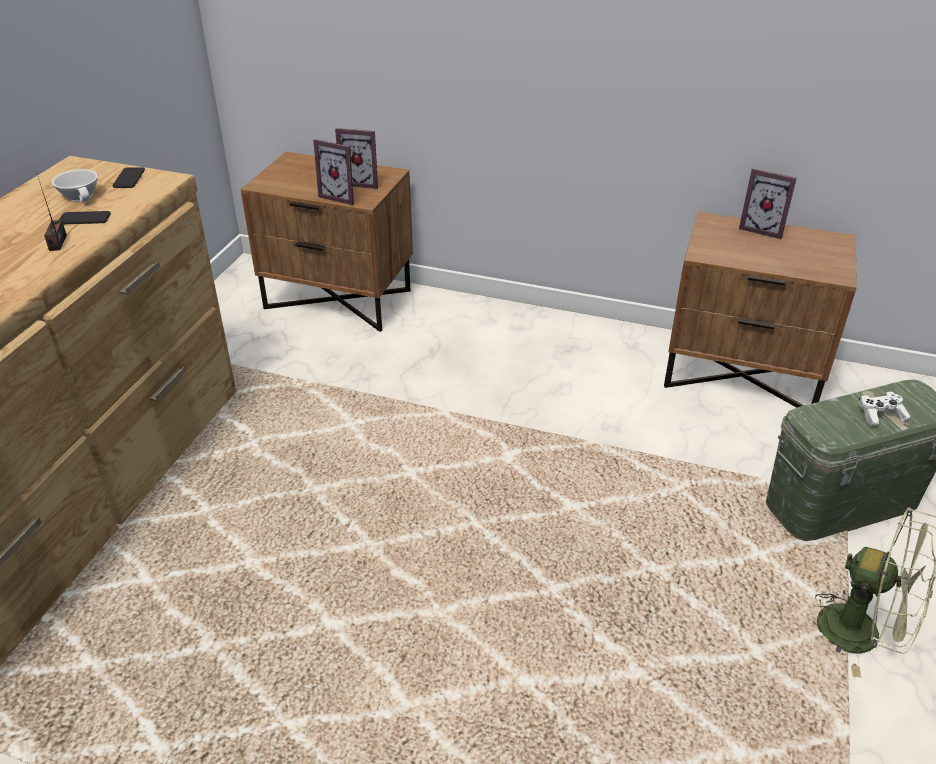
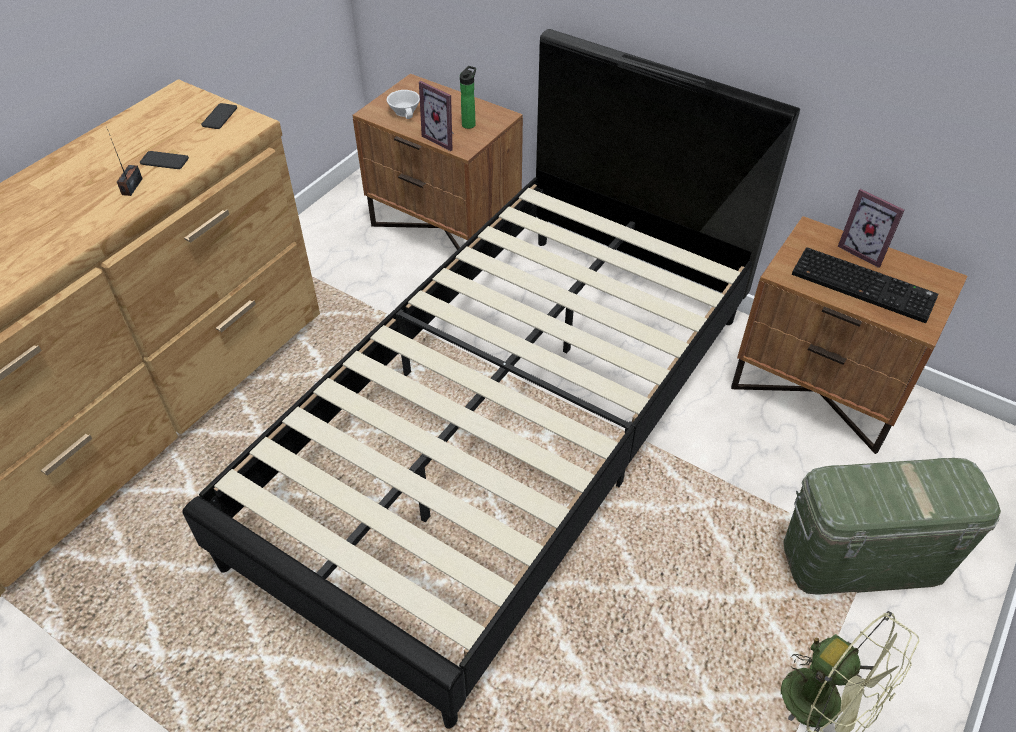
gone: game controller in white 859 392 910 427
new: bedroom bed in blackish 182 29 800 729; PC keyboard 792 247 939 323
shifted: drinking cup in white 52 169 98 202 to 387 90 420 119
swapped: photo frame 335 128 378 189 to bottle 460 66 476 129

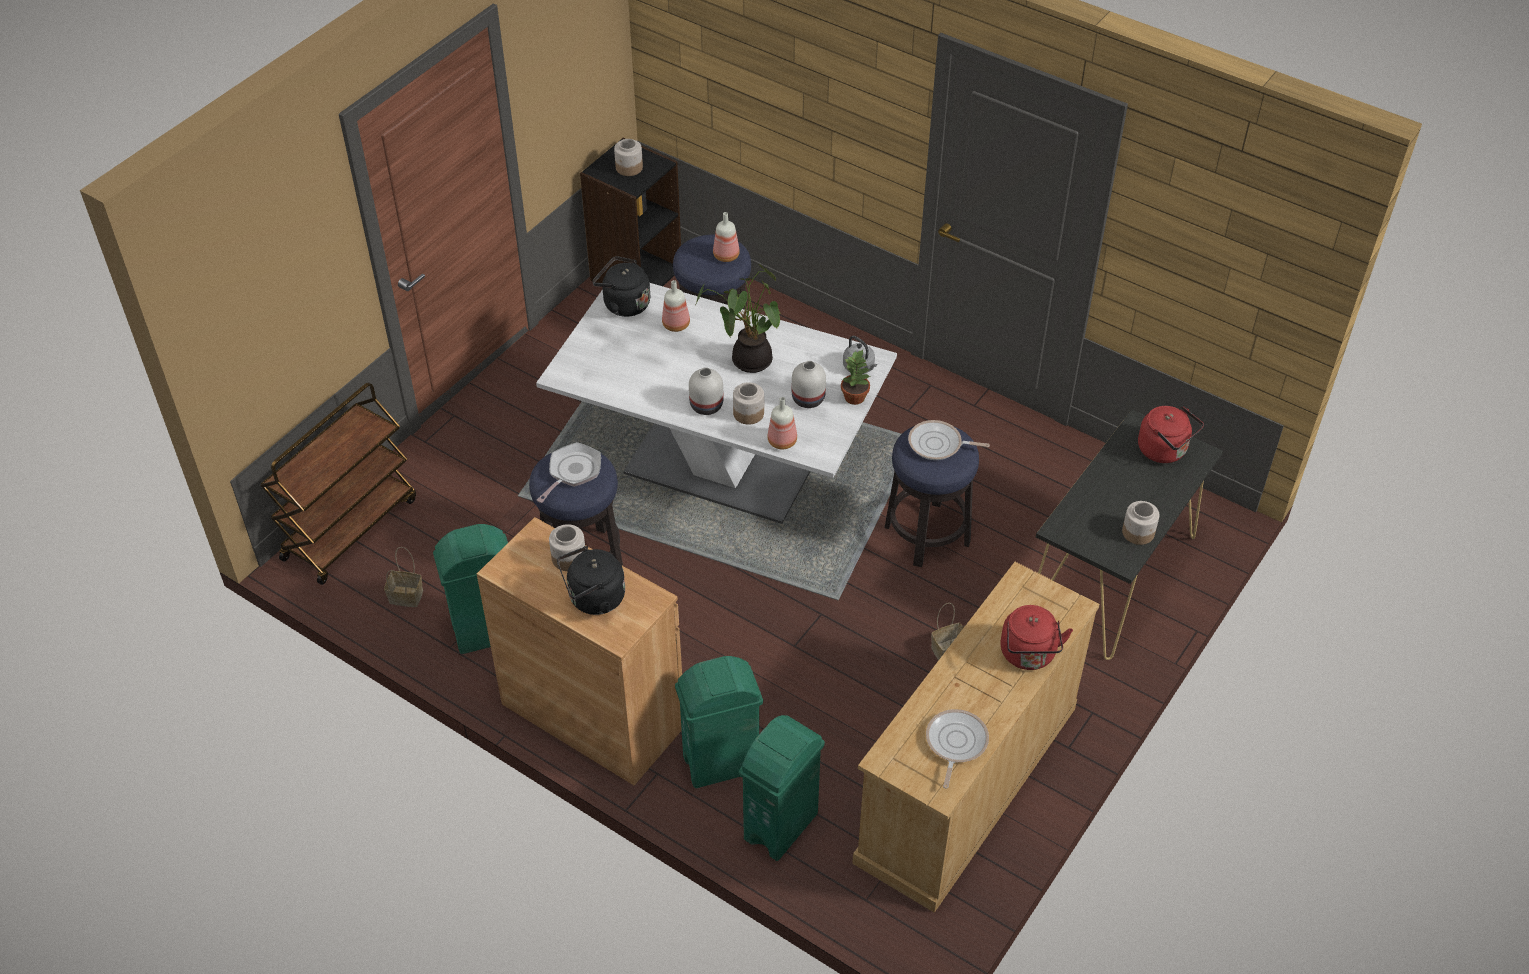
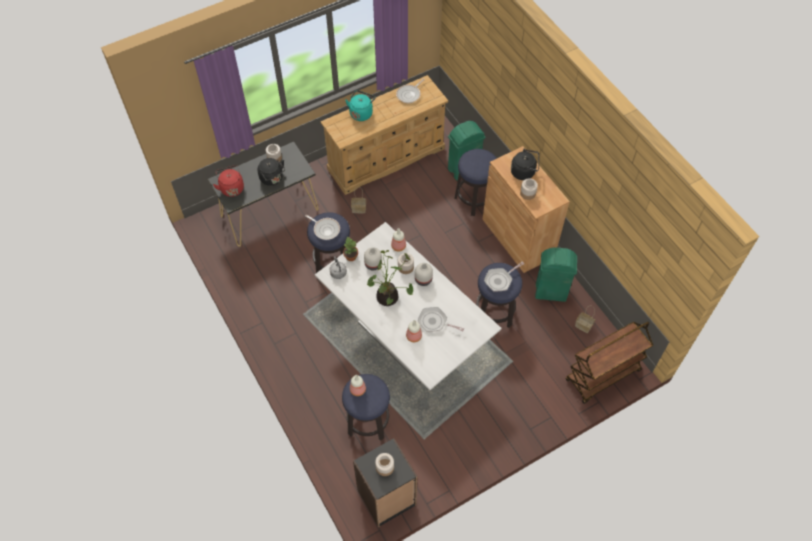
new: skillet 418 307 464 332
shifted: tea kettle in blackish 592 256 650 317 to 258 158 285 186
swapped: waste bin in greenish 675 656 763 788 to stool 454 149 497 216
repainted: tea kettle in reddish 1000 605 1073 670 to tea kettle in blue-green 345 90 376 121

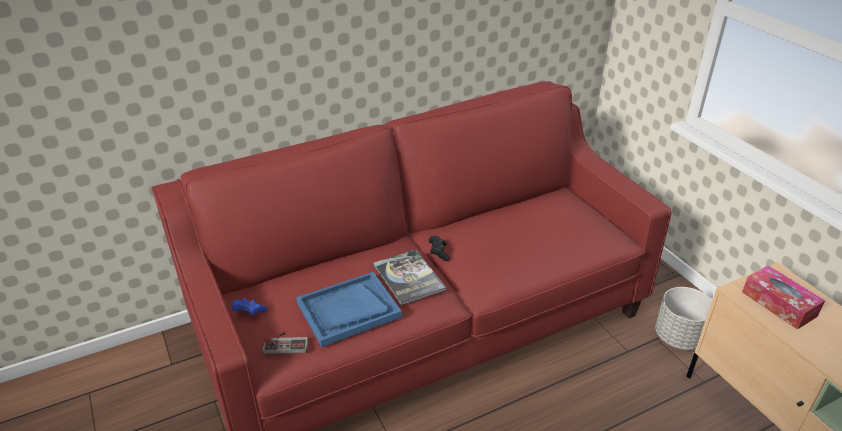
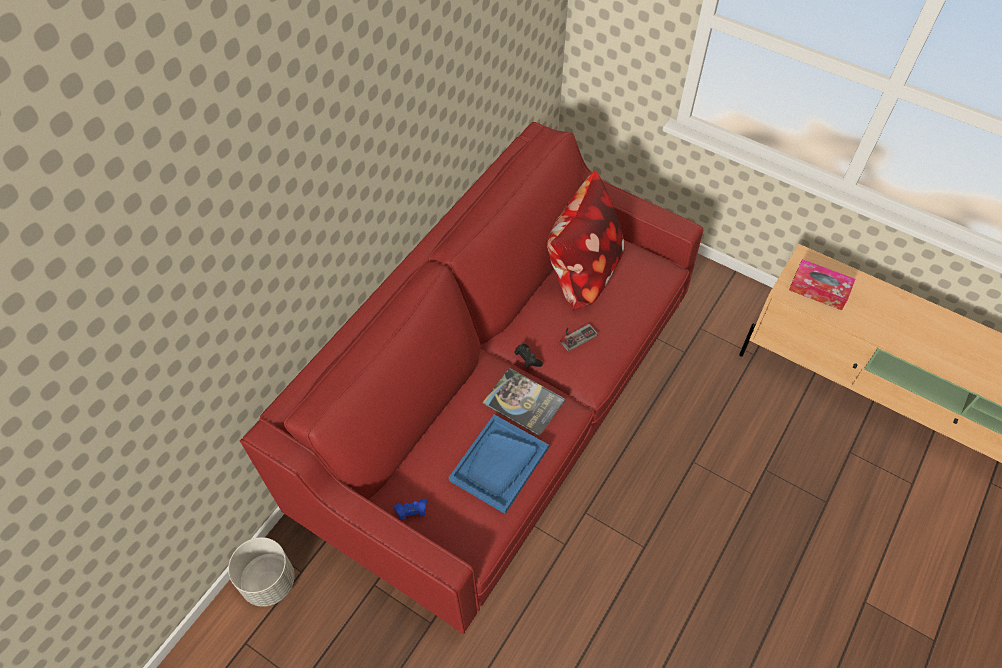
new: throw pillow 547 170 625 311
shifted: planter in grey 655 287 712 350 to 228 537 295 607; game controller 263 332 308 354 to 560 324 598 351

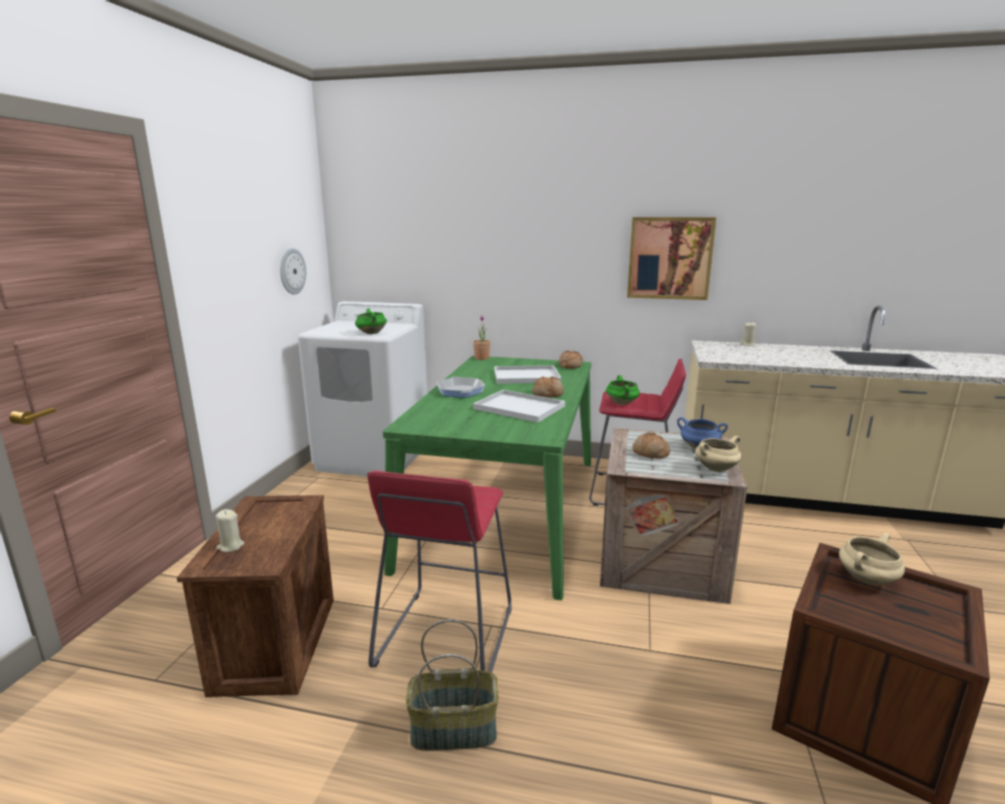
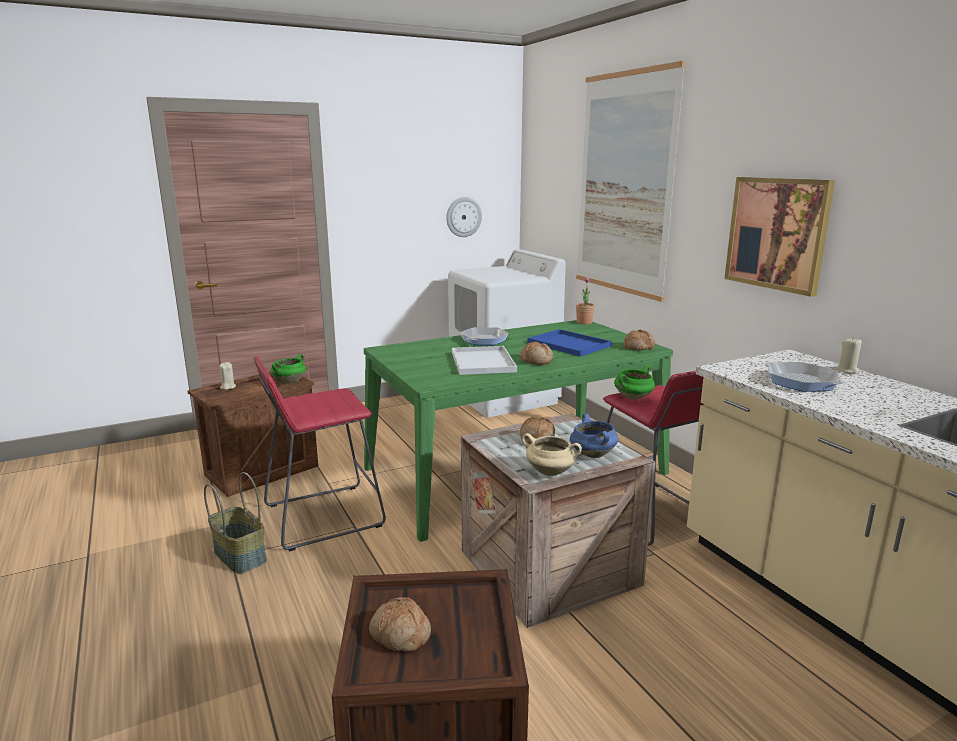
gone: cooking pot in beige 839 533 905 585
new: picture 576 61 686 302; skillet 765 362 844 392; bread 369 597 431 652
shifted: cooking pot in greenish 355 308 387 334 to 271 354 306 384
repainted: serving tray in white 494 365 561 384 to serving tray in blue-coloured 528 329 612 357

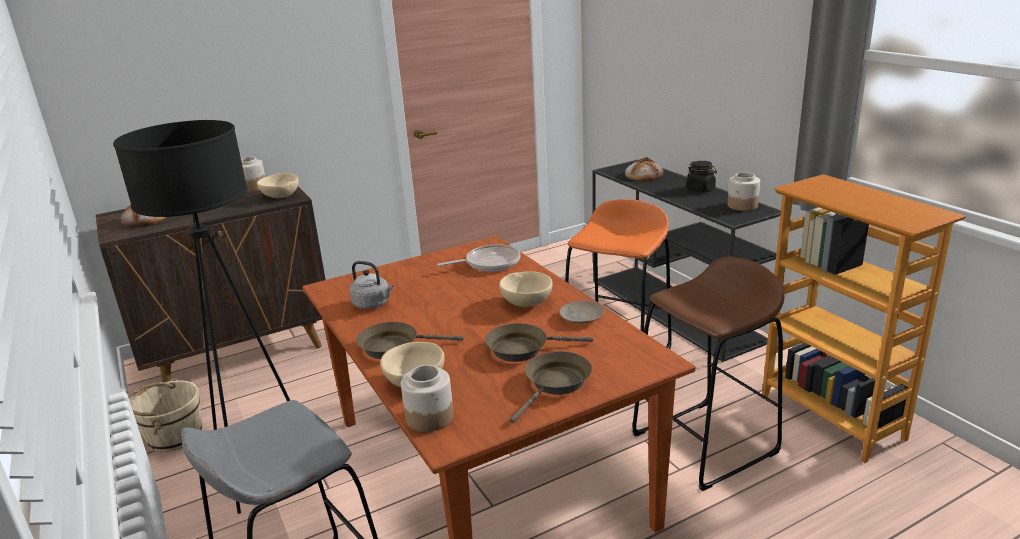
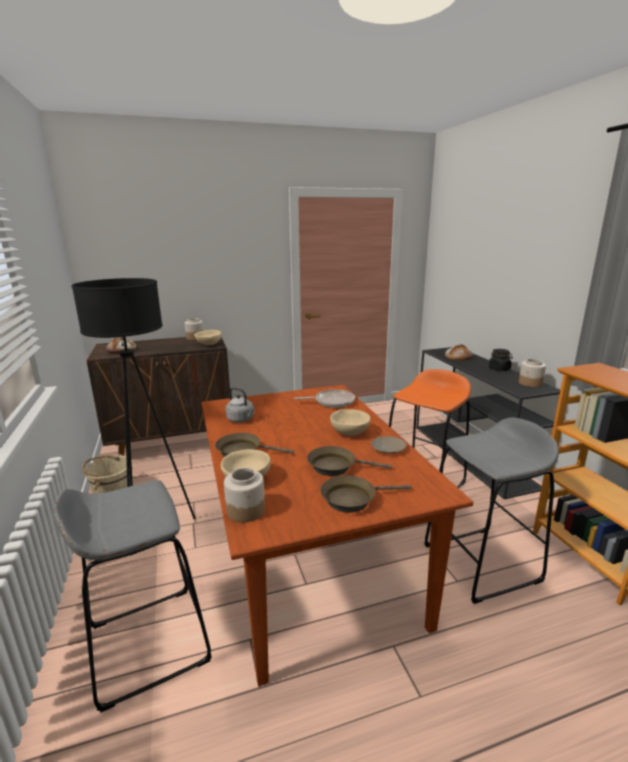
repainted: stool in brown-coloured 632 257 785 491 to stool in grey 424 417 559 604
rotated: skillet in brown-coloured 510 351 592 423 = 321 475 412 513 150 degrees counterclockwise

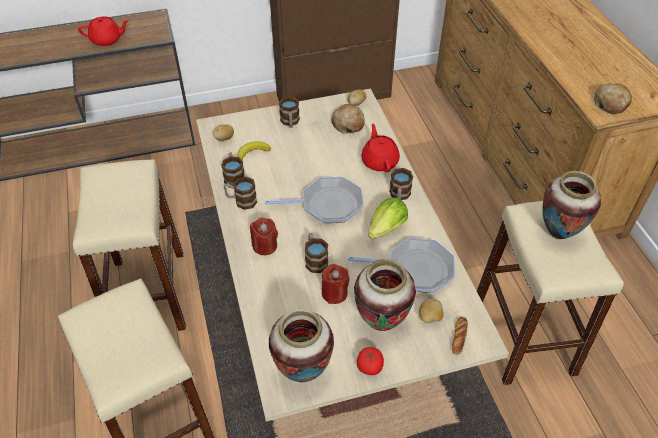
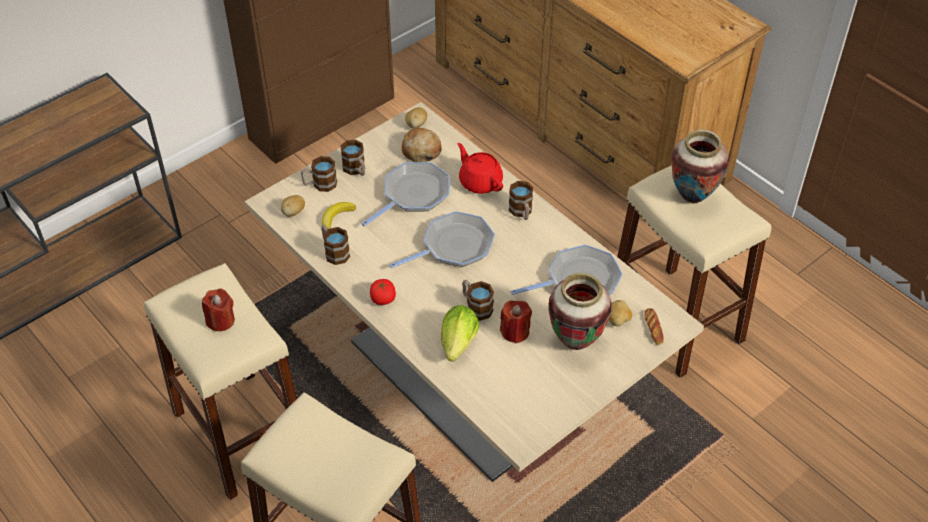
gone: pot for tea in reddish 78 16 129 46; bread 594 83 632 114; decorative vase 269 309 334 382
new: skillet 361 162 450 226
shifted: coffee mug 224 176 257 210 to 301 156 337 192; lettuce head 368 197 408 240 to 441 305 479 362; candle in reddish 250 218 278 255 to 202 289 235 331; fresh tomato 357 347 384 375 to 370 279 396 305

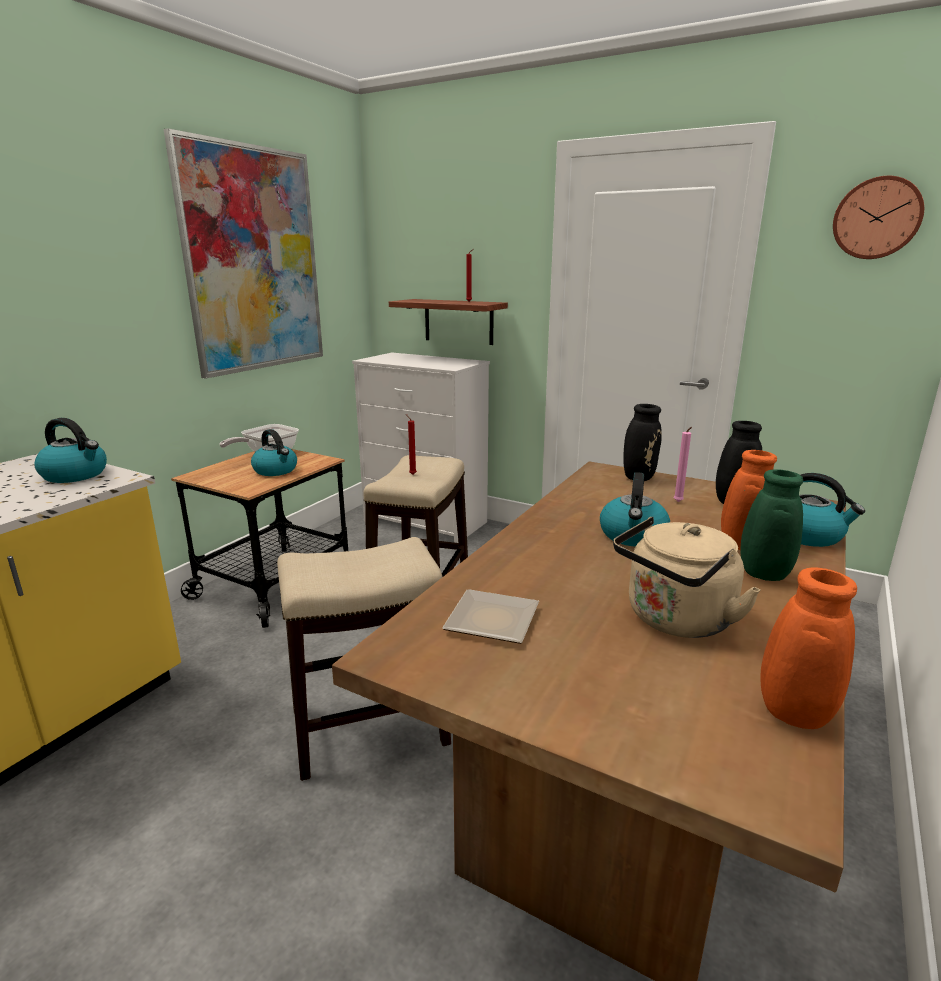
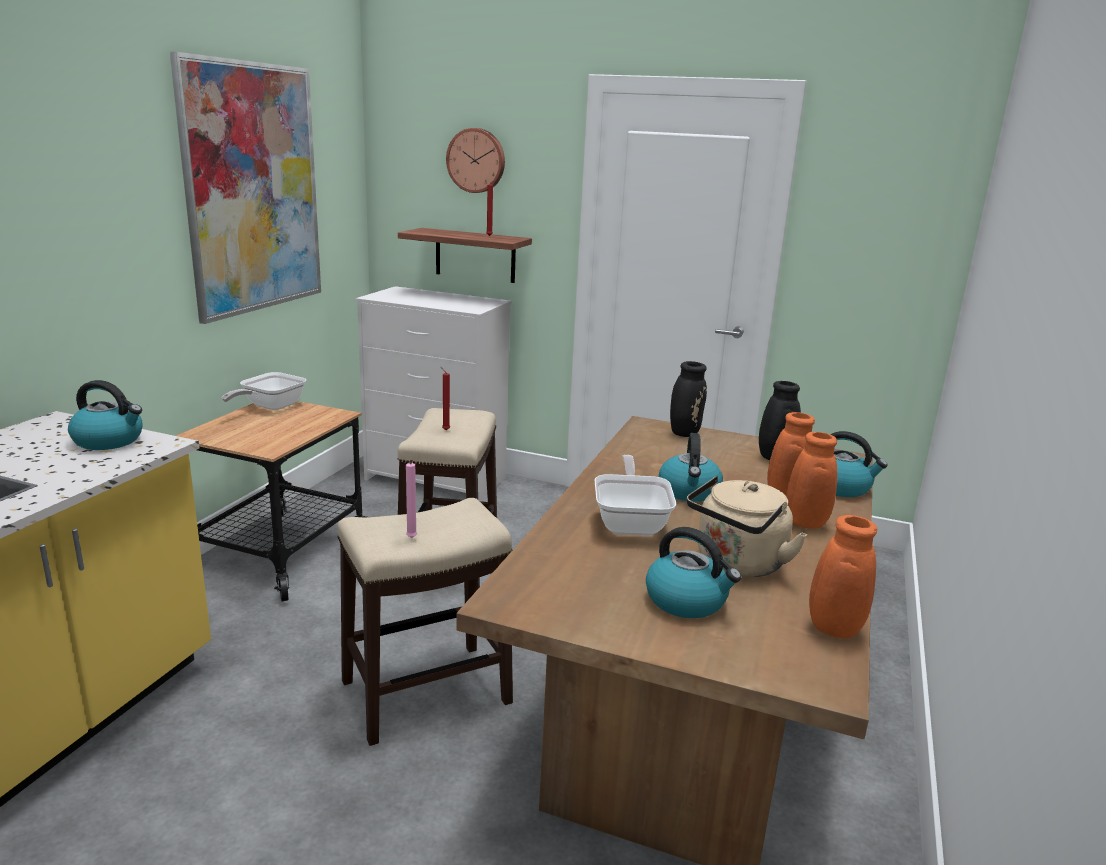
gone: flat dish 442 589 539 644
new: skillet 594 455 676 536
shifted: hanging clock 833 176 924 259 to 446 128 505 193; candle in pink-coloured 674 427 692 502 to 406 459 417 538; tea kettle 251 429 297 476 to 646 527 741 618
repainted: decorative vase in greenish 740 469 803 581 to decorative vase in orange 786 432 837 529

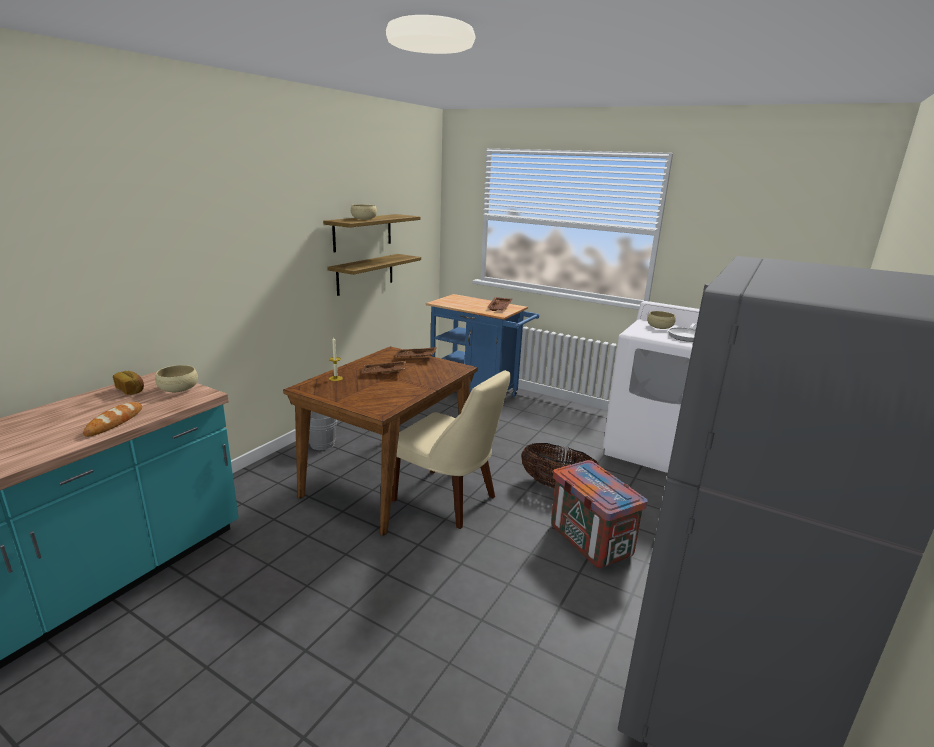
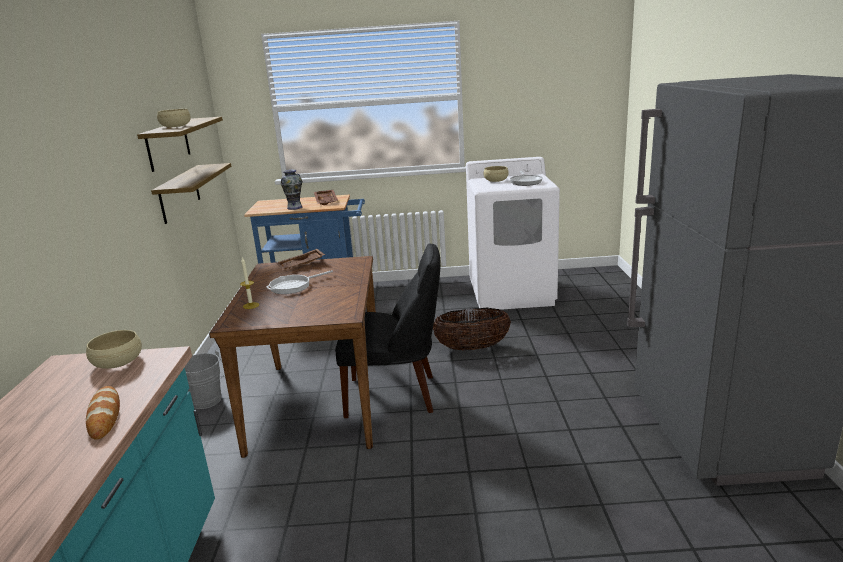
gone: bread 113 371 144 395; crate 551 460 648 568
new: decorative vase 281 169 303 210
swapped: serving tray in brown-coloured 361 360 406 374 to skillet 266 270 333 294
repainted: upright chair in beige 391 370 511 529 to upright chair in blackish 335 243 440 418

